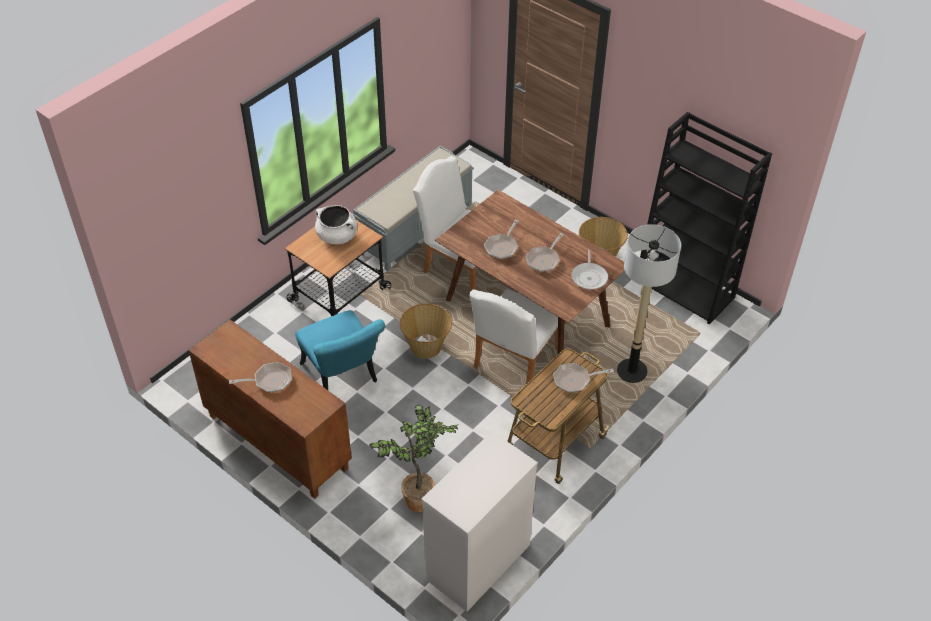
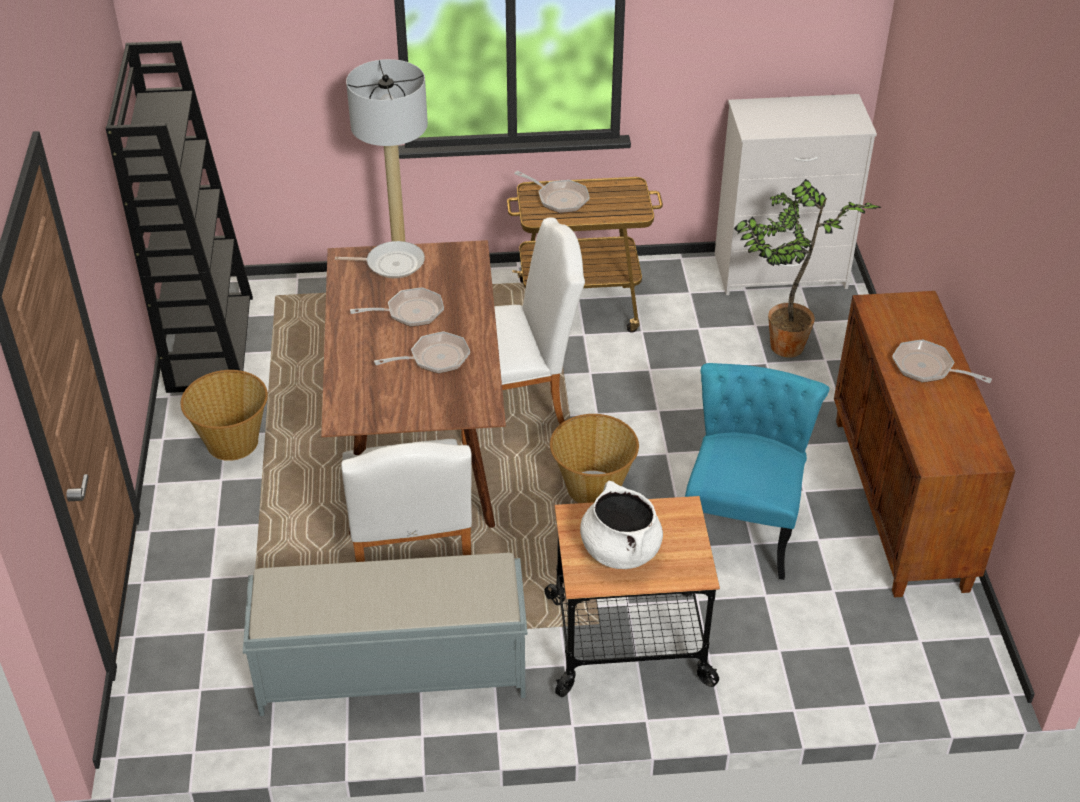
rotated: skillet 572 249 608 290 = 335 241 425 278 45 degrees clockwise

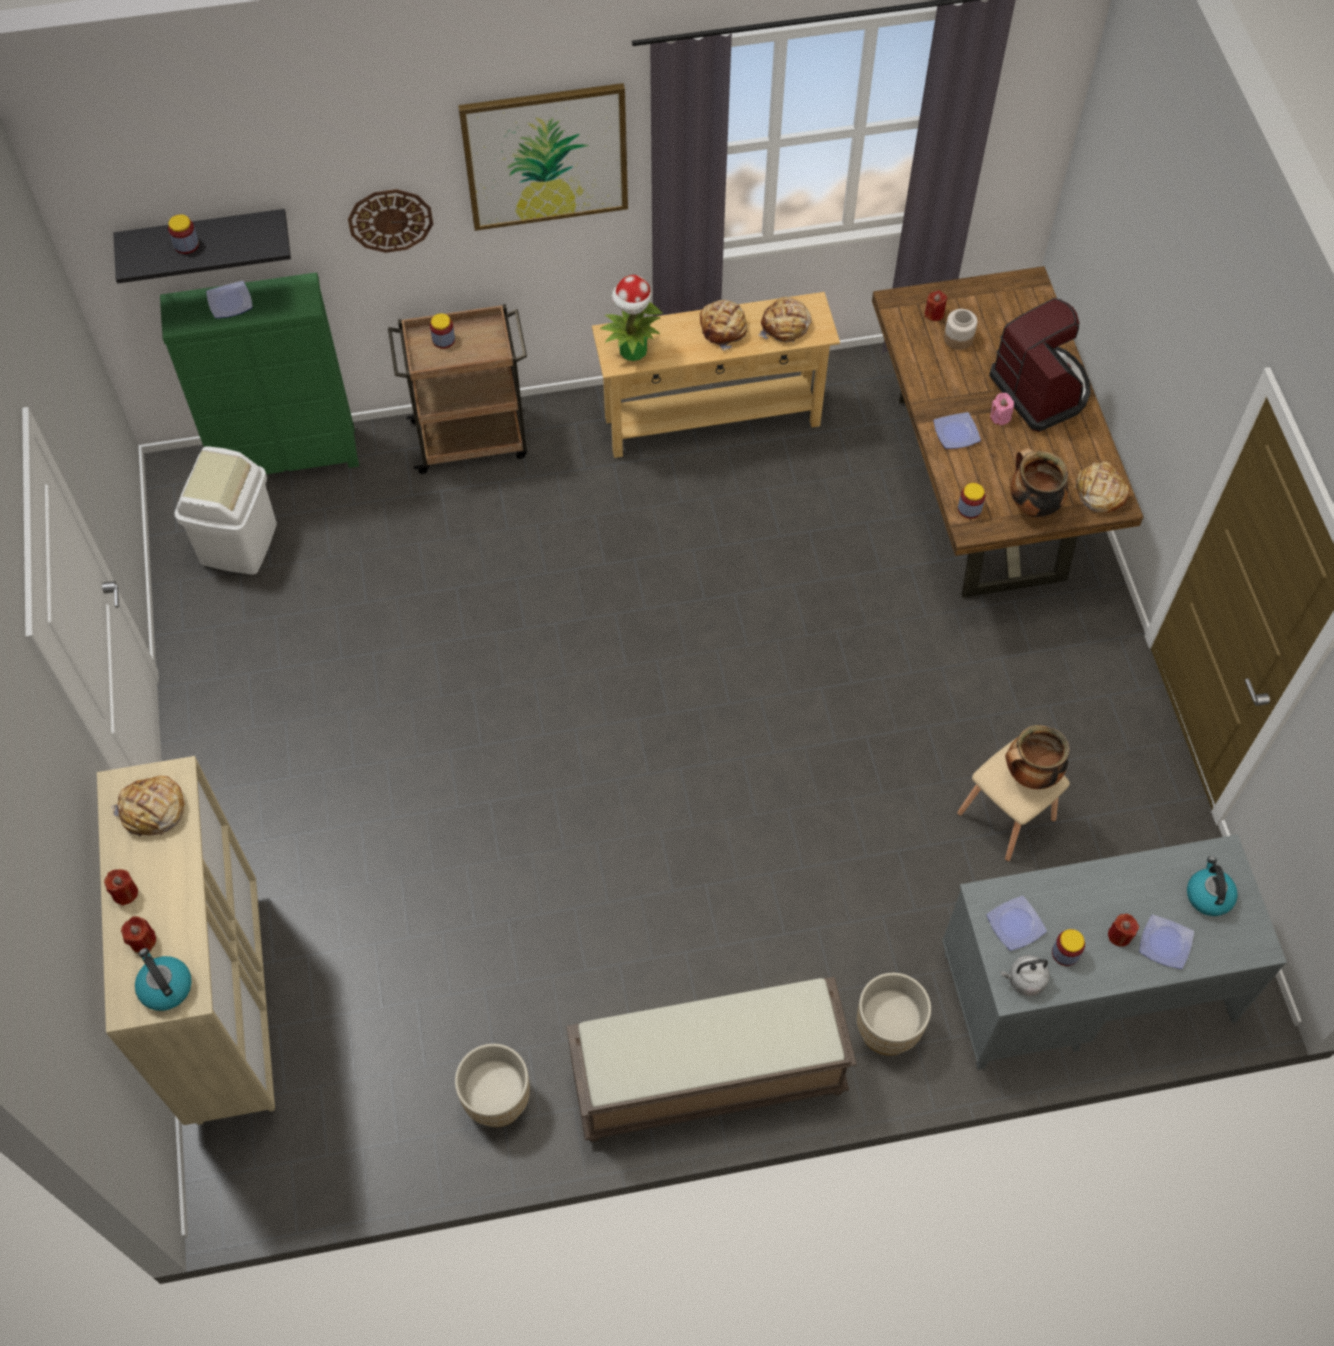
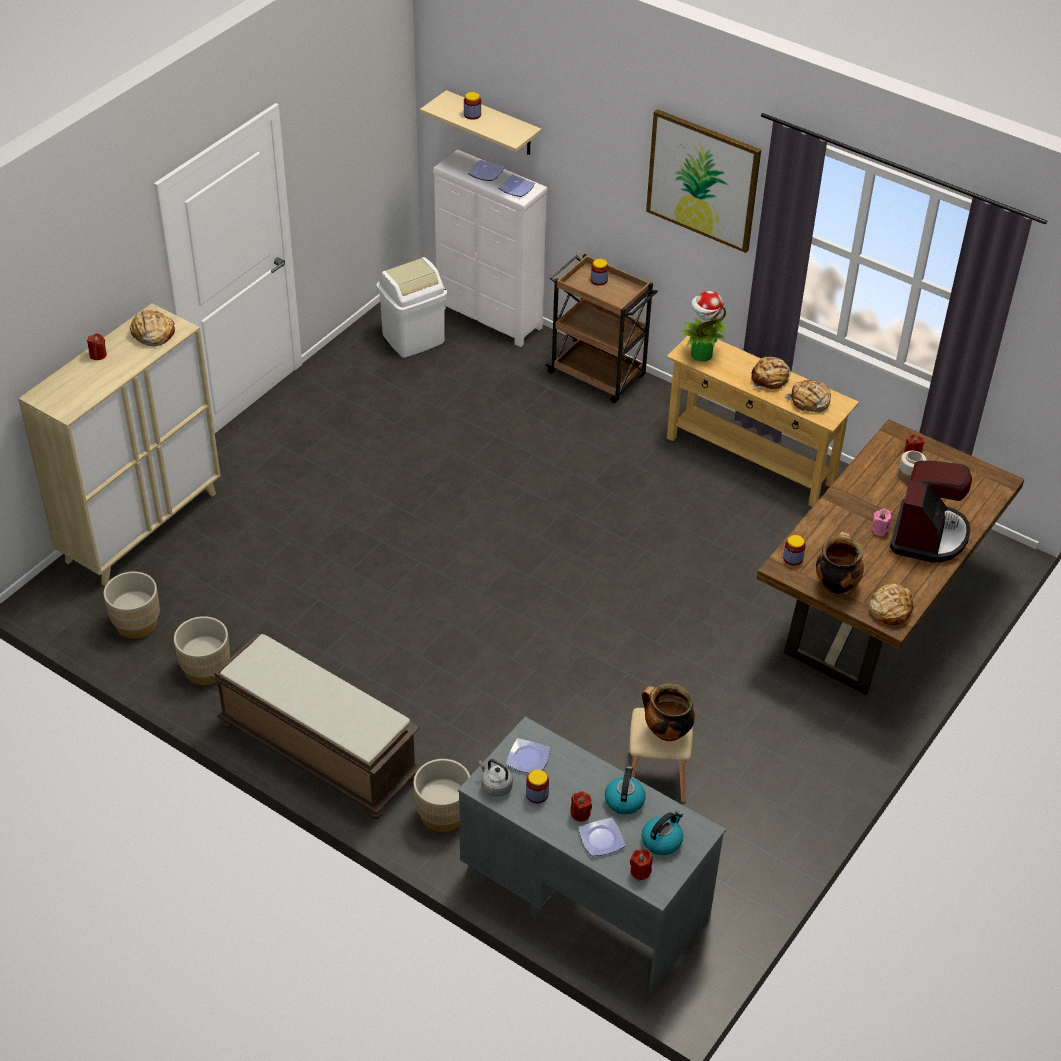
gone: hanging clock 348 189 433 253
new: planter in beige 103 571 160 639
shifted: flat dish 933 412 981 449 to 498 175 535 197; candle in reddish 121 916 156 953 to 630 849 652 881; tea kettle 135 948 192 1011 to 605 766 646 814
repainted: wall shelf in blackish 113 209 291 283 to wall shelf in beige 420 90 542 155; dresser in greenish 160 273 359 474 to dresser in white 433 150 547 347

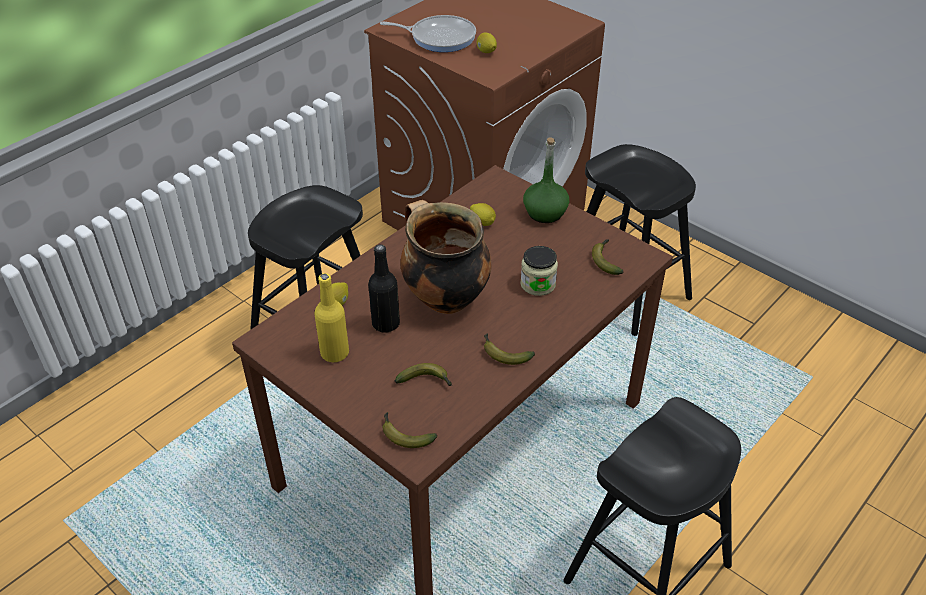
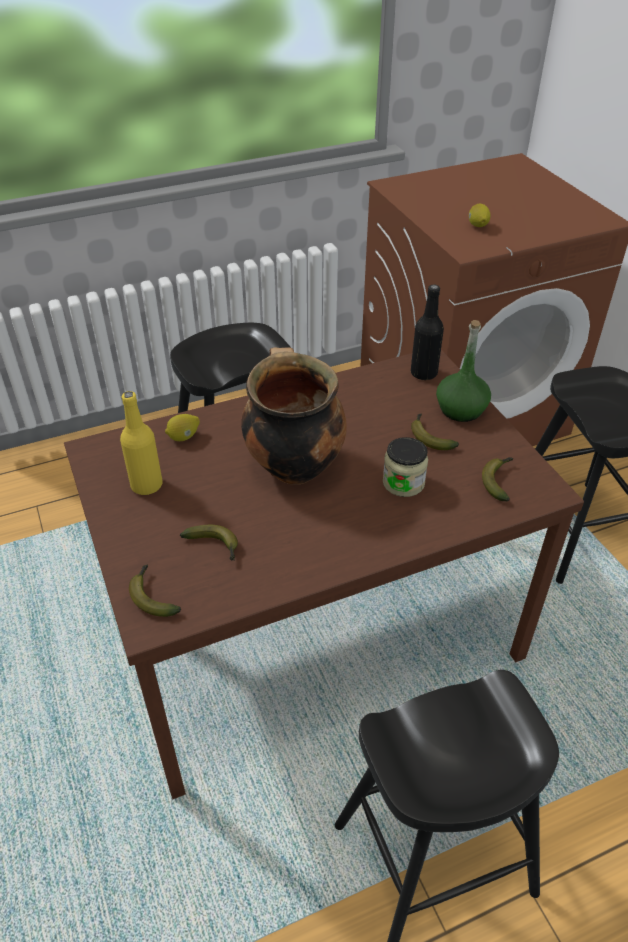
gone: skillet 380 15 476 52; citrus fruit 470 203 496 226
shifted: bottle in blackish 368 244 400 333 to 411 285 444 381; whole banana 484 333 535 365 to 411 413 459 450

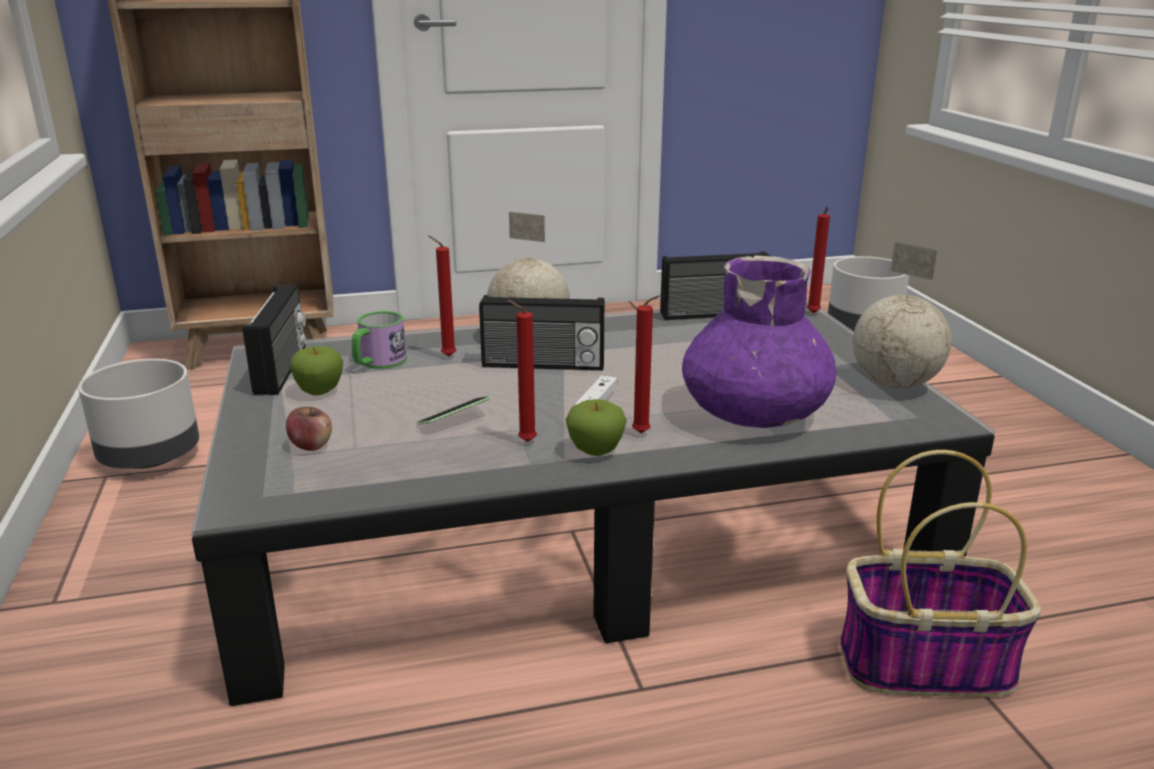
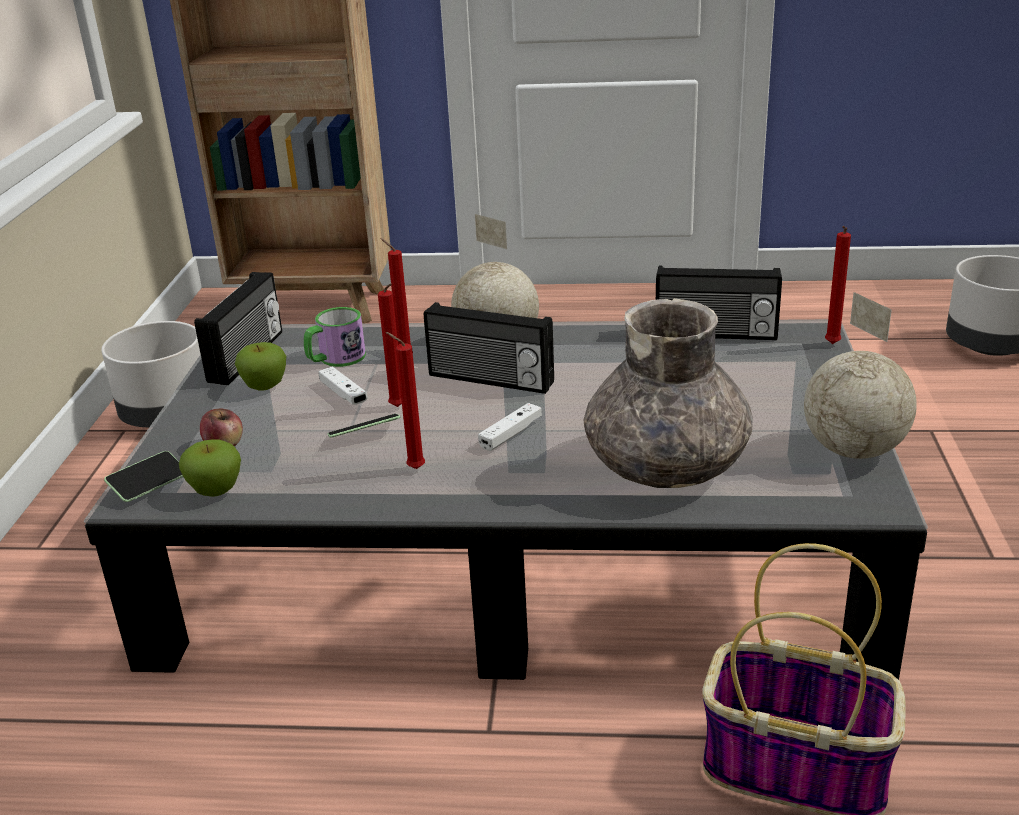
new: game controller in white 318 367 368 405; telephone 104 451 183 502
shifted: candle in reddish 632 295 660 433 to 378 283 402 407; apple 566 399 627 456 to 179 439 241 497
repainted: decorative vase in purplish 682 255 837 428 to decorative vase in grey 583 298 753 488

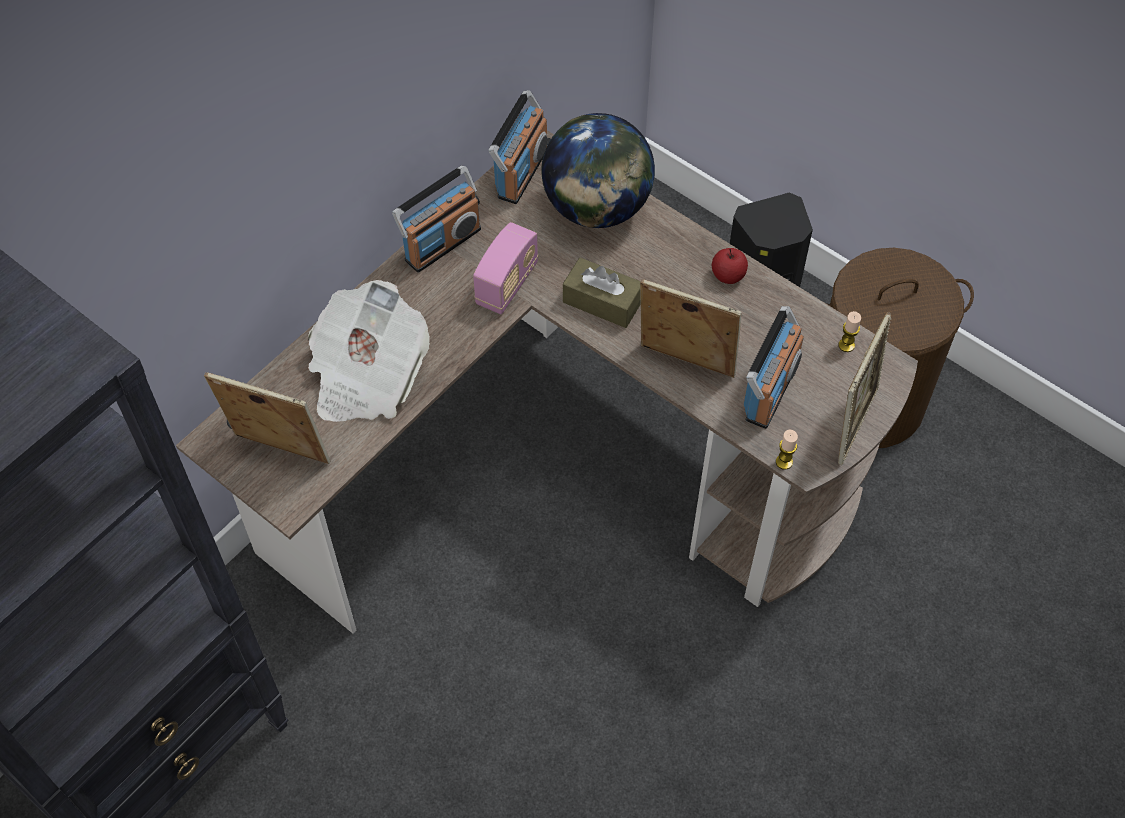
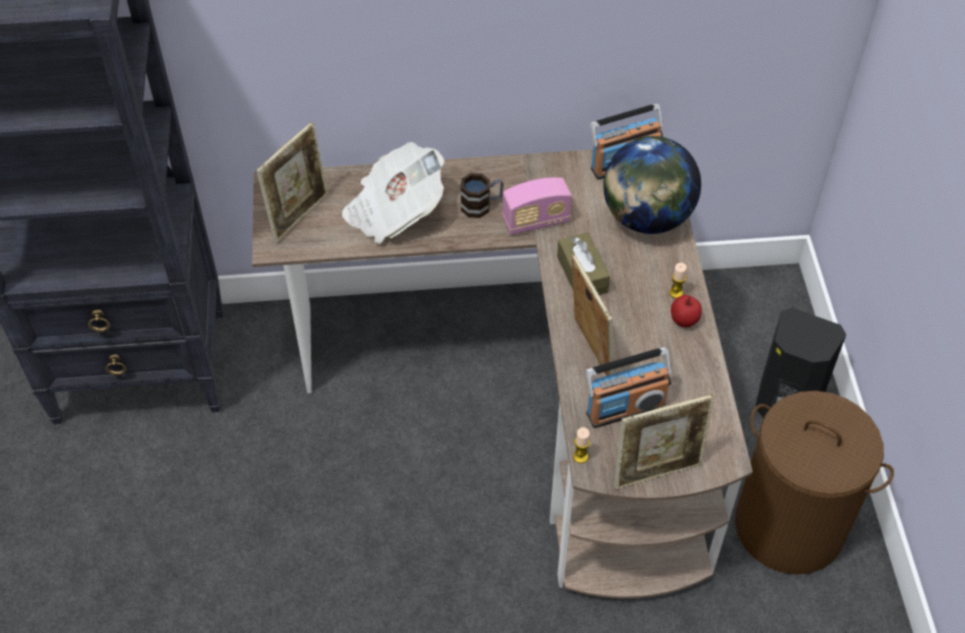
gone: radio set 392 165 481 273
new: coffee mug 460 173 504 218
shifted: candle 838 311 861 352 to 669 263 687 298
rotated: photo frame 204 372 330 464 = 256 122 328 242 60 degrees clockwise

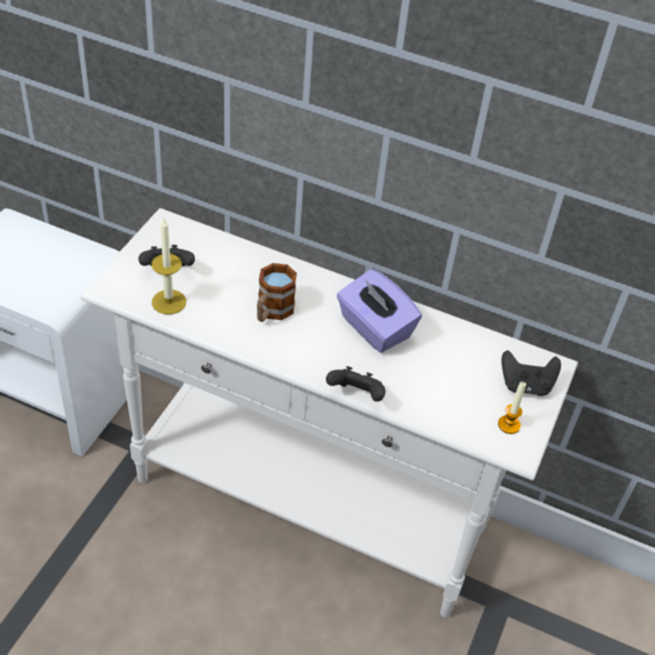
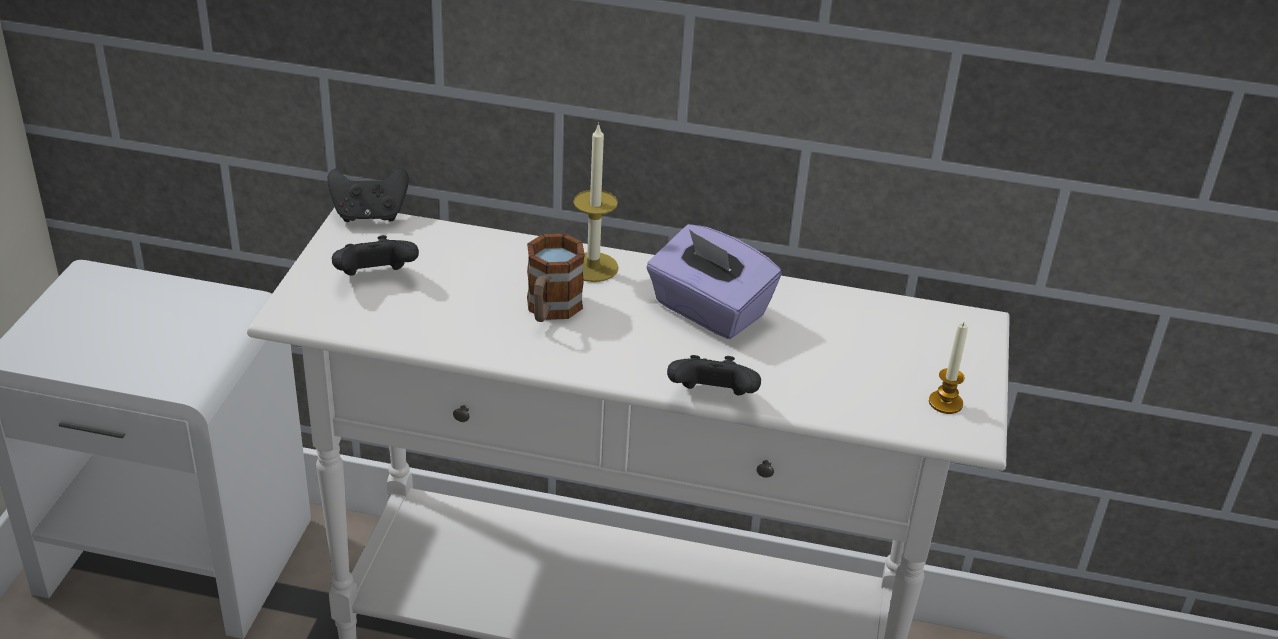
shifted: candle 151 218 186 315 to 573 122 619 282; game controller in blackish 502 350 561 396 to 327 168 409 222

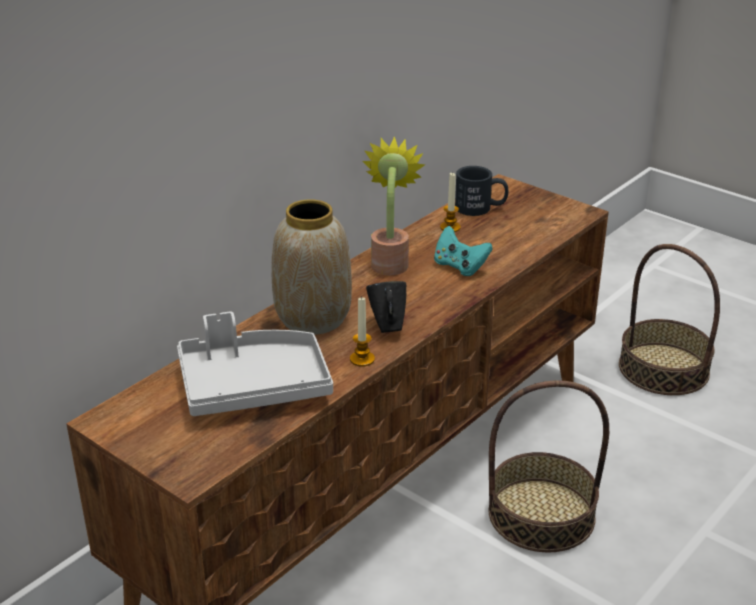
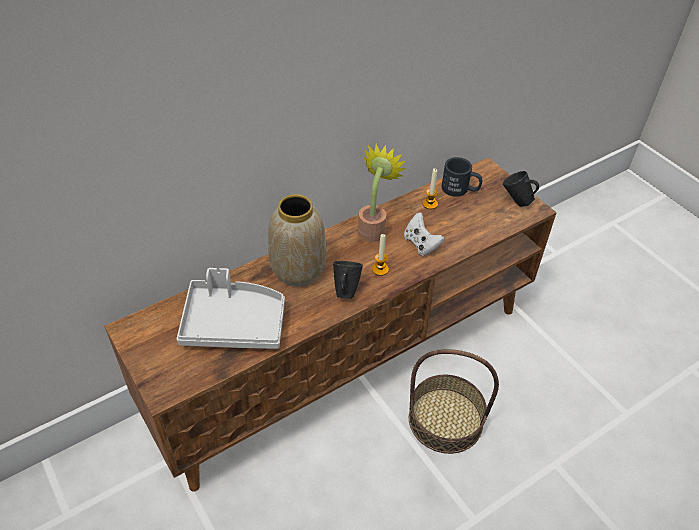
gone: basket 619 244 720 395
new: coffee mug in blackish 503 171 539 207
shifted: candle 350 296 375 367 to 372 234 389 276
repainted: game controller in blue-green 434 226 493 276 to game controller in white 404 212 445 256

